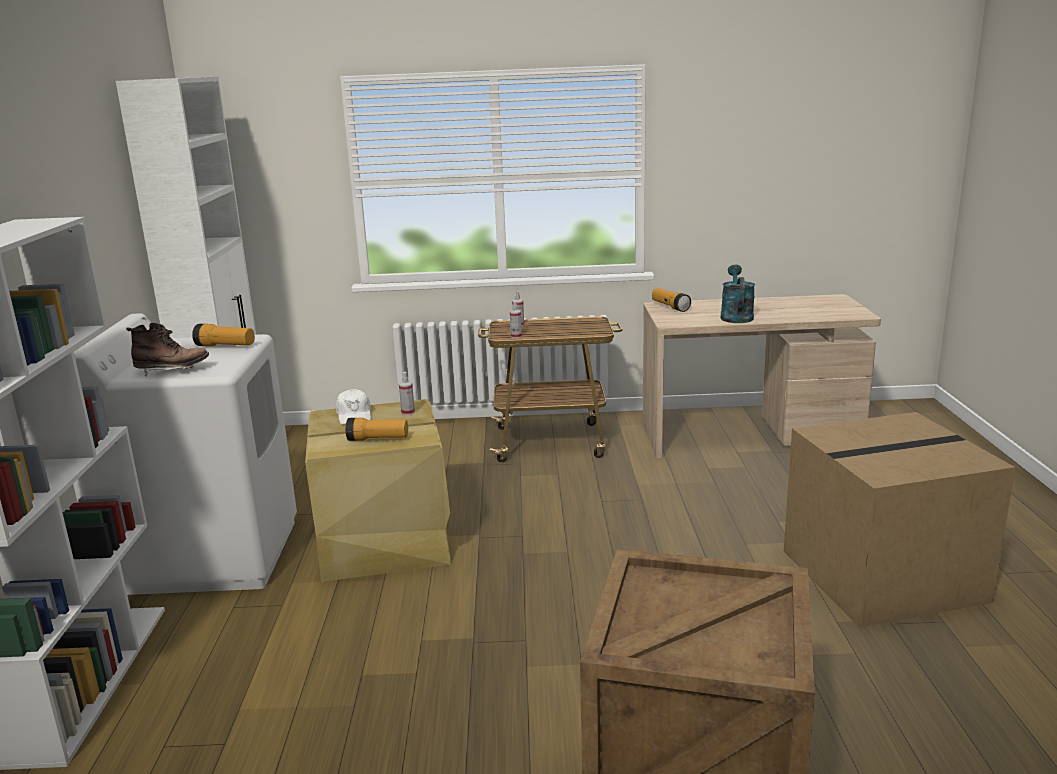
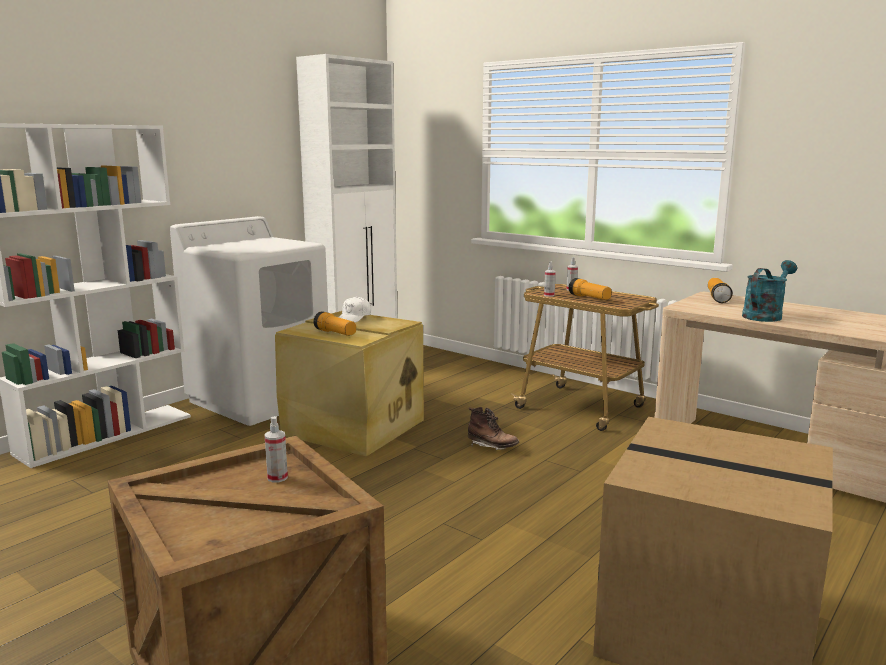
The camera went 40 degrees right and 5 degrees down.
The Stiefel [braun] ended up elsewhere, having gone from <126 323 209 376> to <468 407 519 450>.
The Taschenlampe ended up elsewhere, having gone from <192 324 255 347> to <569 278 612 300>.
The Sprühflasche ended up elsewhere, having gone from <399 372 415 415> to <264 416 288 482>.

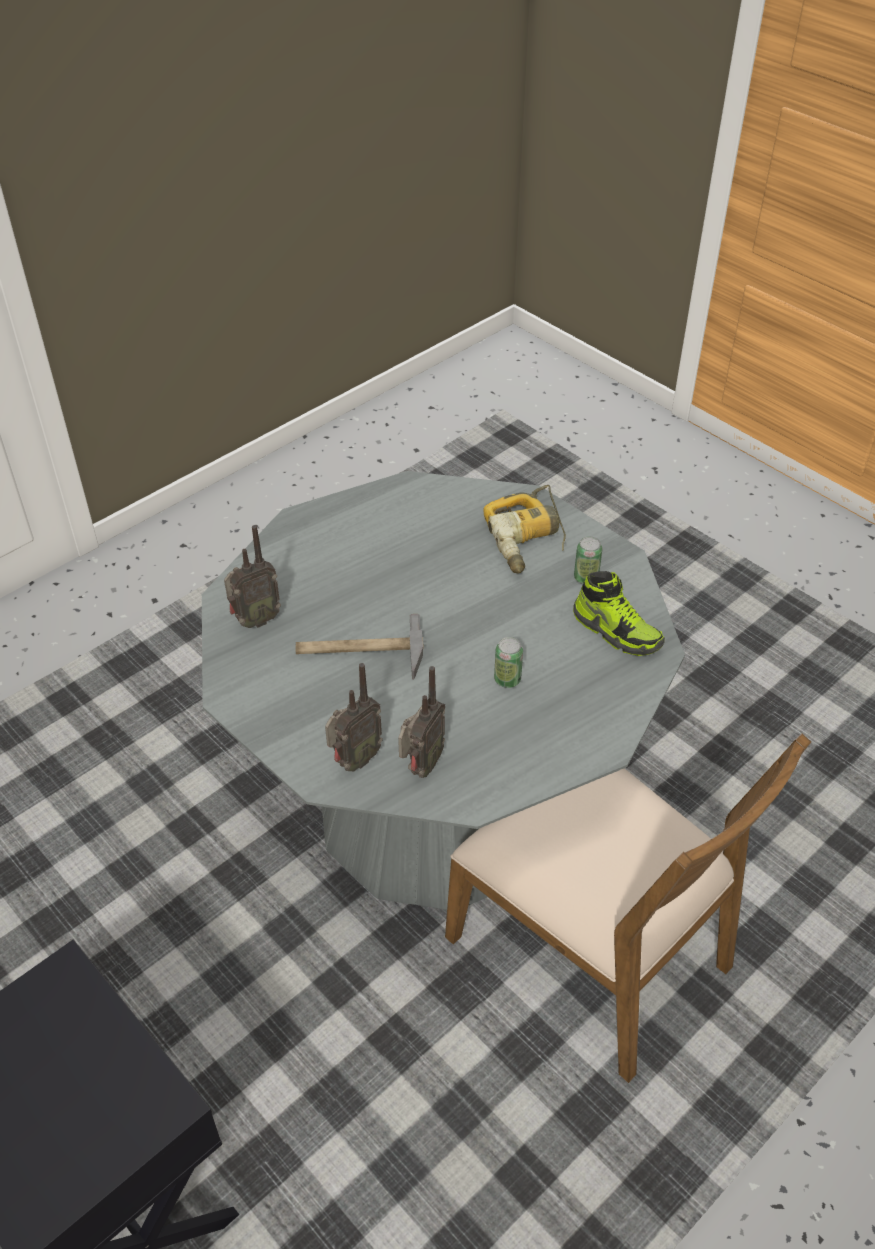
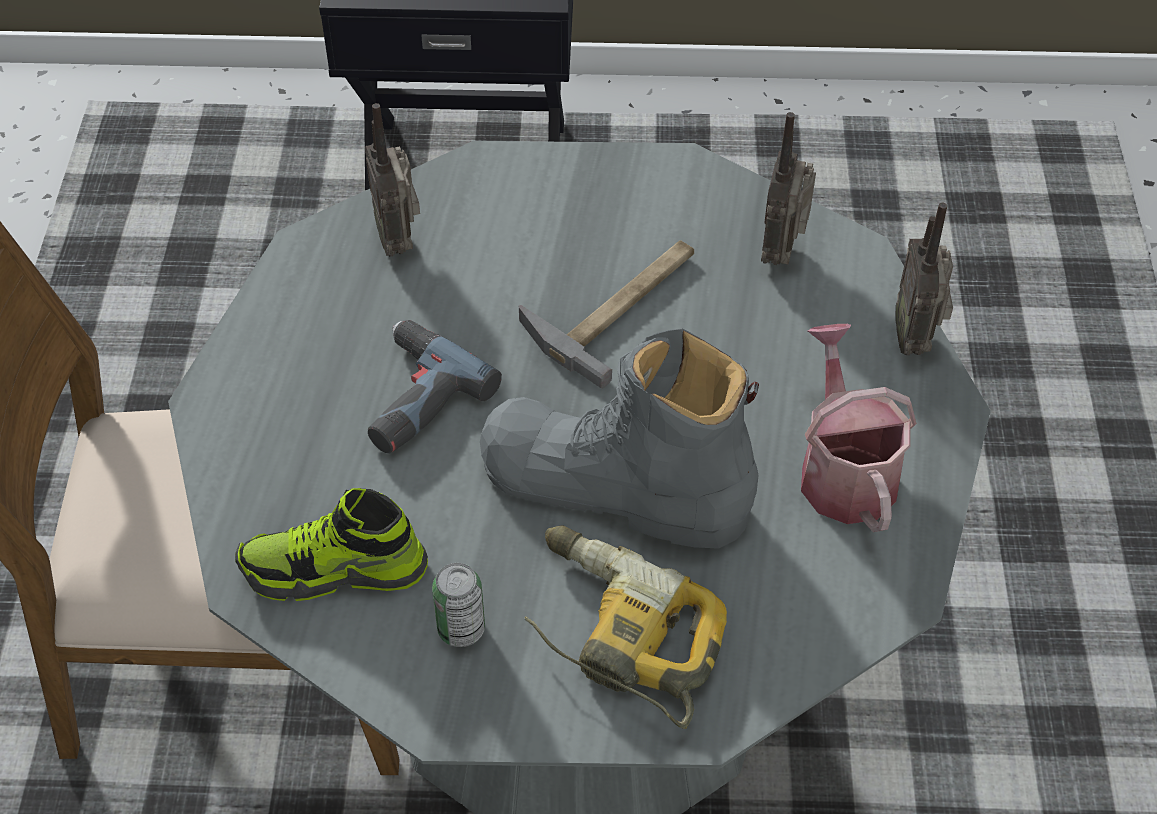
The camera went 135 degrees right and 5 degrees up.
The Radio ended up elsewhere, having gone from <325 663 383 771> to <895 203 953 355>.
Where the Dose stood at <494 637 523 688>, the Bohrmaschine came to stand at <368 320 502 453>.
The second view gained the Stiefel [grau] at <480 328 759 549>.
The second view gained the Gießkanne at <801 324 917 532>.

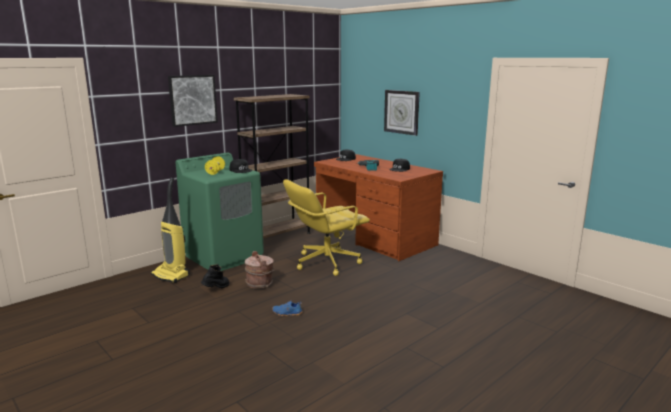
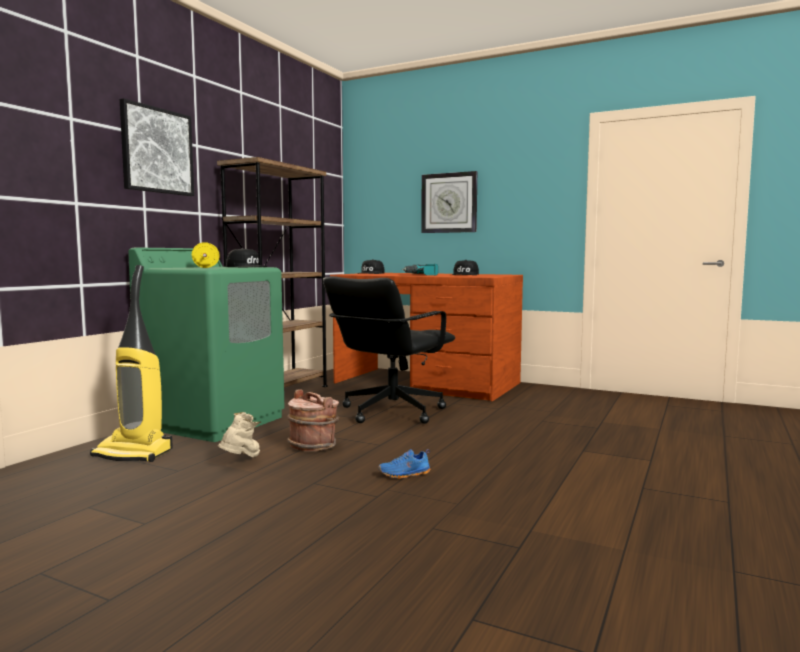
The camera went 20 degrees left and 10 degrees down.
What was the Stiefel [schwarz] at <201 264 229 288> turned into the Stiefel [beige] at <218 412 261 457>.
What was the Bürostuhl [gelb] at <283 179 370 276> turned into the Bürostuhl [schwarz] at <323 276 455 424>.

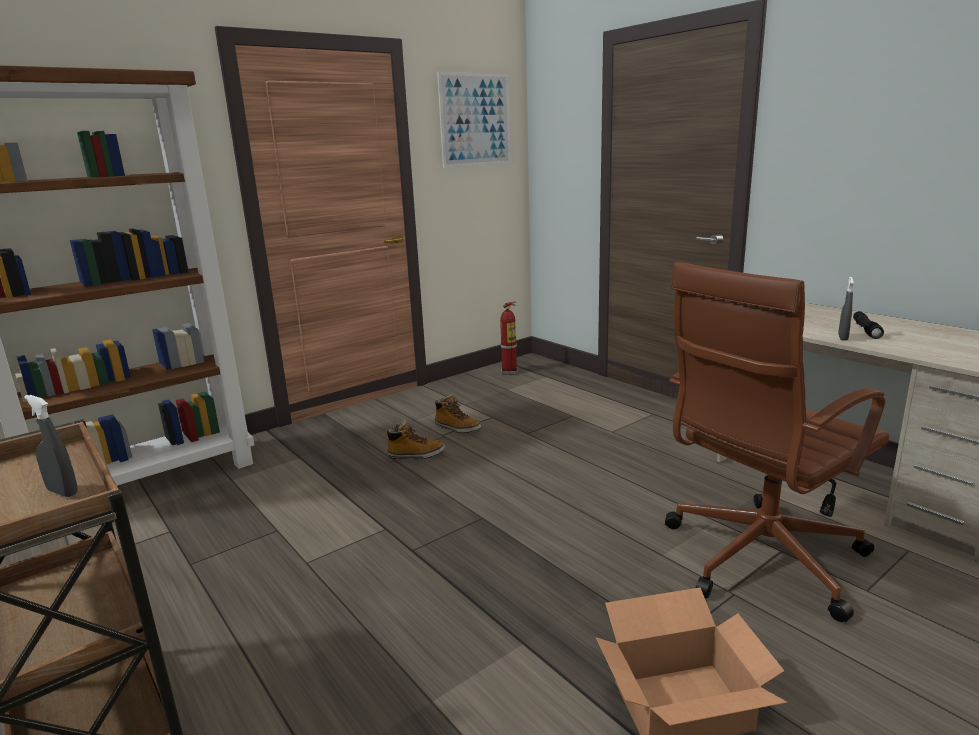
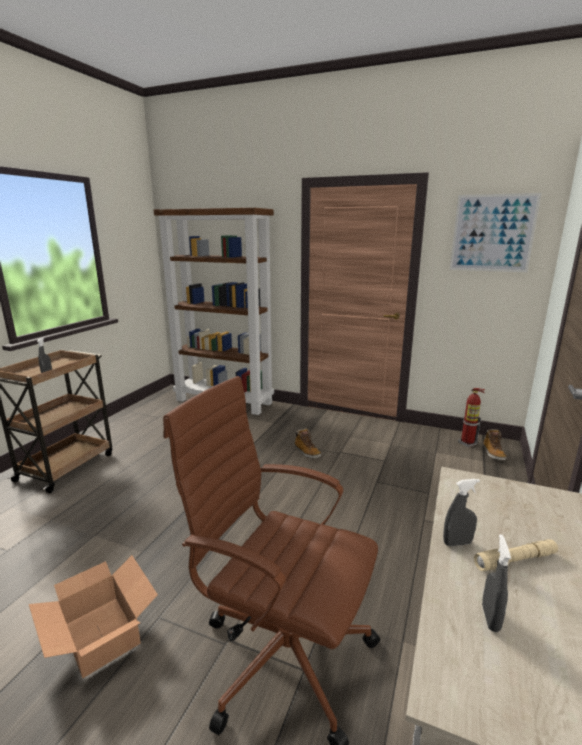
The camera went 60 degrees right and 0 degrees up.
The Stiefel ended up elsewhere, having gone from <434 395 481 433> to <483 429 507 461>.
What was the Taschenlampe [schwarz] at <853 311 884 339> turned into the Taschenlampe [beige] at <474 539 558 571>.
The second view gained the Sprühflasche [grau] at <482 534 511 632>.

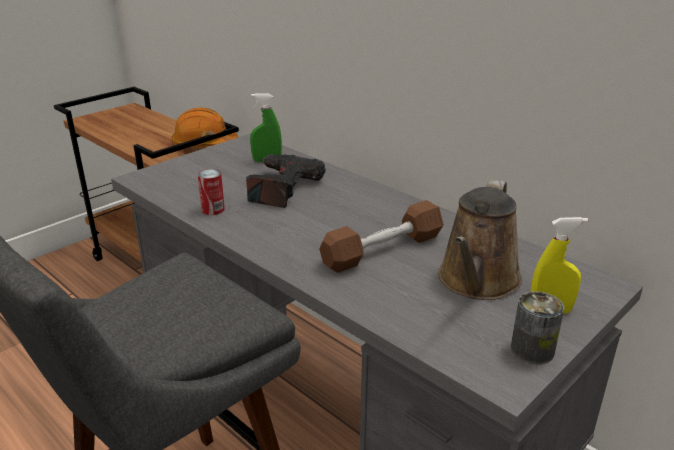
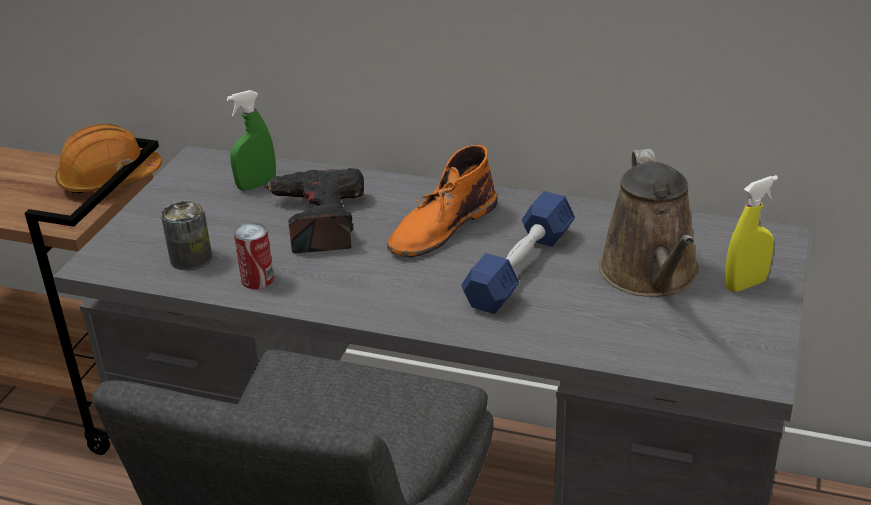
The camera went 25 degrees left and 5 degrees up.
What was the Hantel [braun] at <319 200 444 273> turned into the Hantel [blau] at <461 191 575 314>.
The Dose ended up elsewhere, having gone from <511 291 564 364> to <161 201 212 271>.
The second view gained the Stiefel [orange] at <387 145 497 257>.

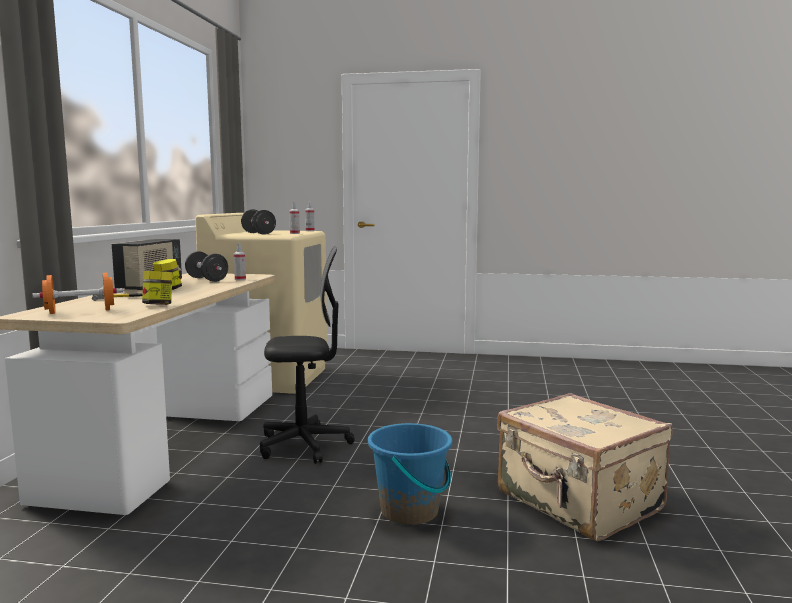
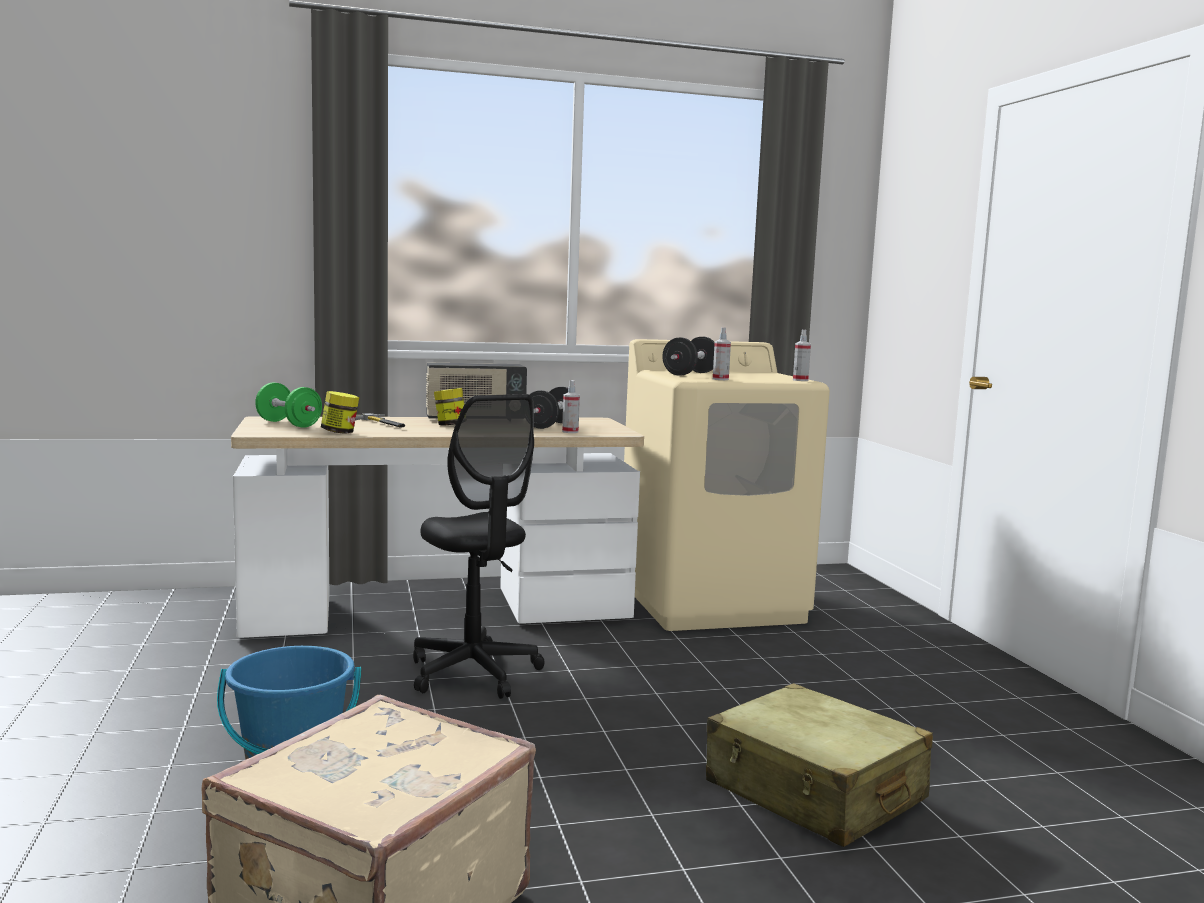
The camera went 65 degrees right and 0 degrees up.
What was the Hantel [orange] at <32 273 123 314> turned into the Hantel [grün] at <255 383 322 428>.
The second view gained the Koffer [beige] at <706 683 933 847>.

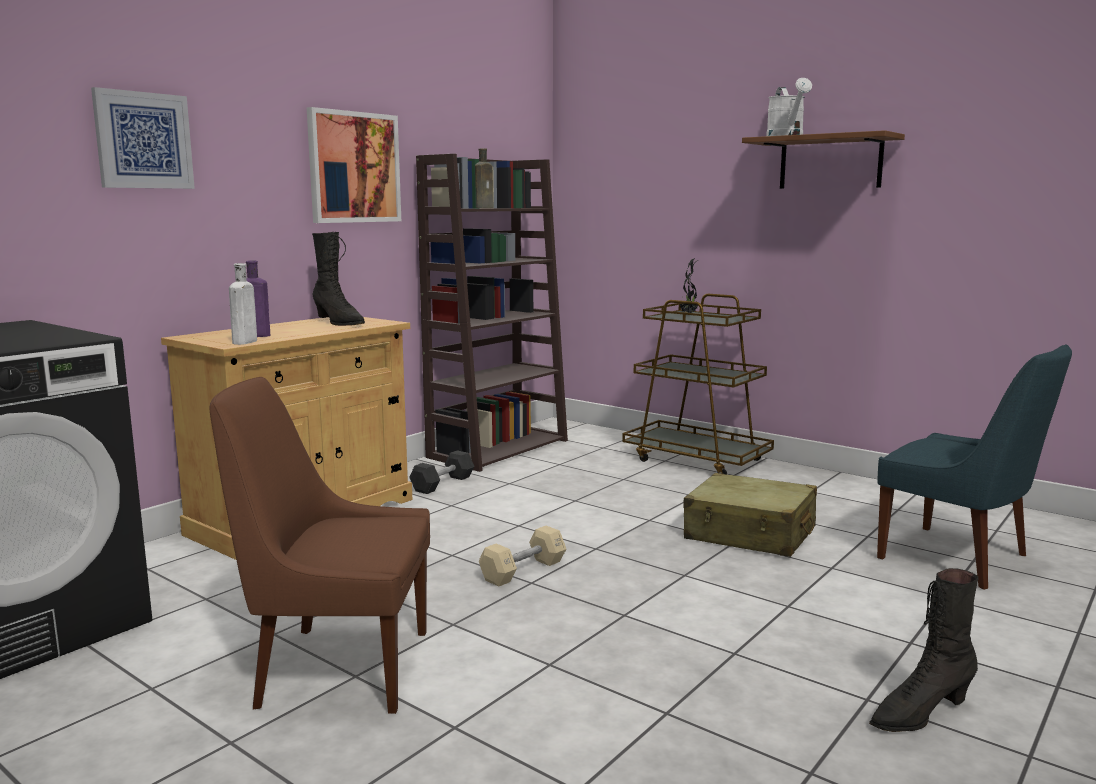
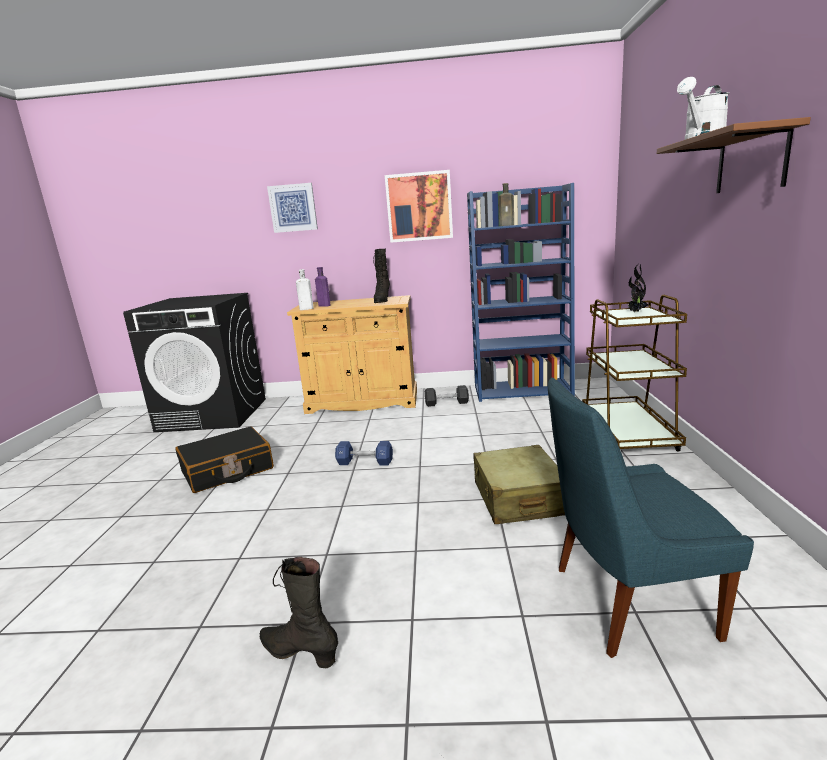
The camera went 55 degrees right and 5 degrees up.
Where the Stuhl [braun] stood at <210 377 430 714>, the Koffer [schwarz] came to stand at <175 427 274 493>.
What was the Bücherregal [braun] at <416 154 568 472> turned into the Bücherregal [blau] at <467 183 575 402>.
What was the Hantel [beige] at <479 526 566 587> turned into the Hantel [blau] at <335 441 393 465>.
The Stuhl [blau] at <877 344 1072 590> ended up facing another way, 75 degrees clockwise from before.

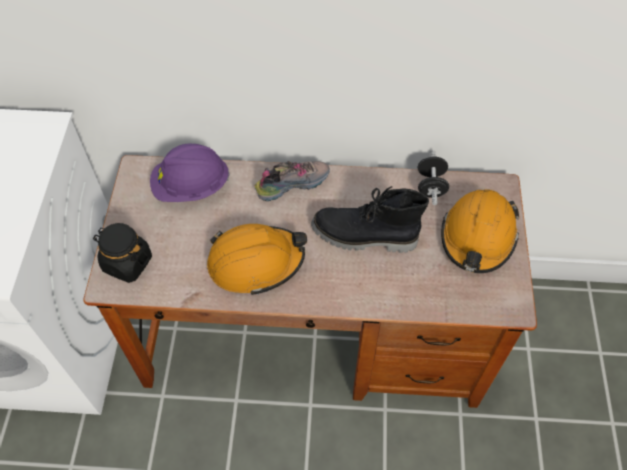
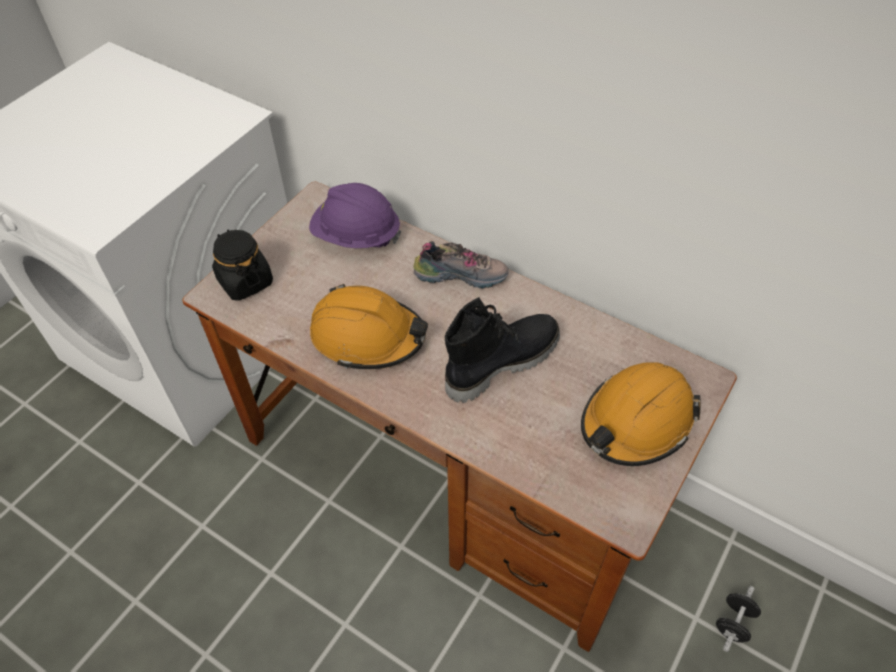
The camera went 30 degrees right and 5 degrees down.
The Stiefel [schwarz] at <311 186 429 253> ended up facing another way, 105 degrees clockwise from before.
The Hantel [schwarz] ended up elsewhere, having gone from <418 150 449 205> to <716 586 761 652>.

